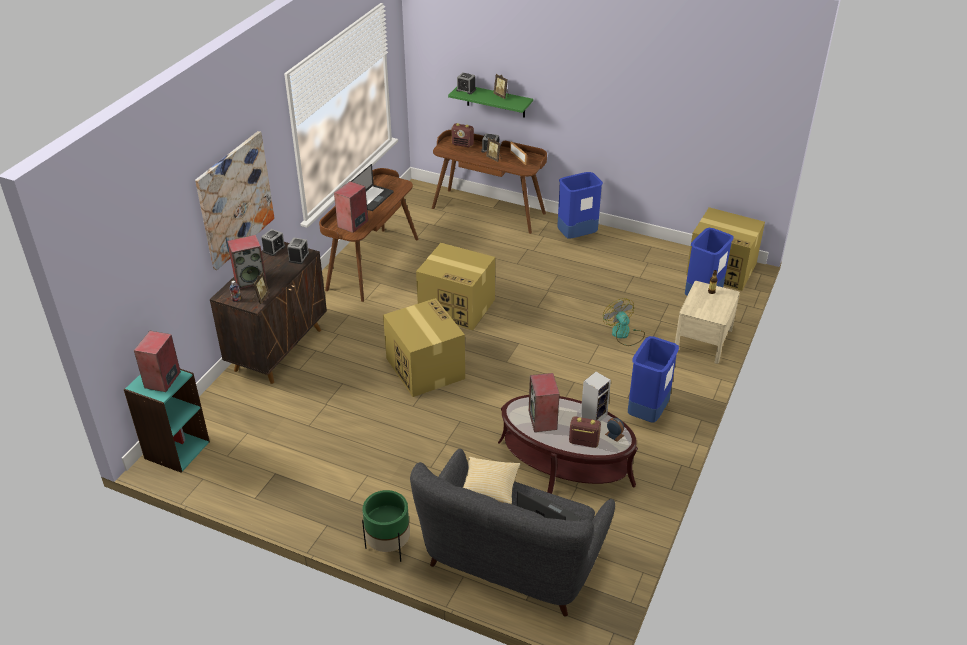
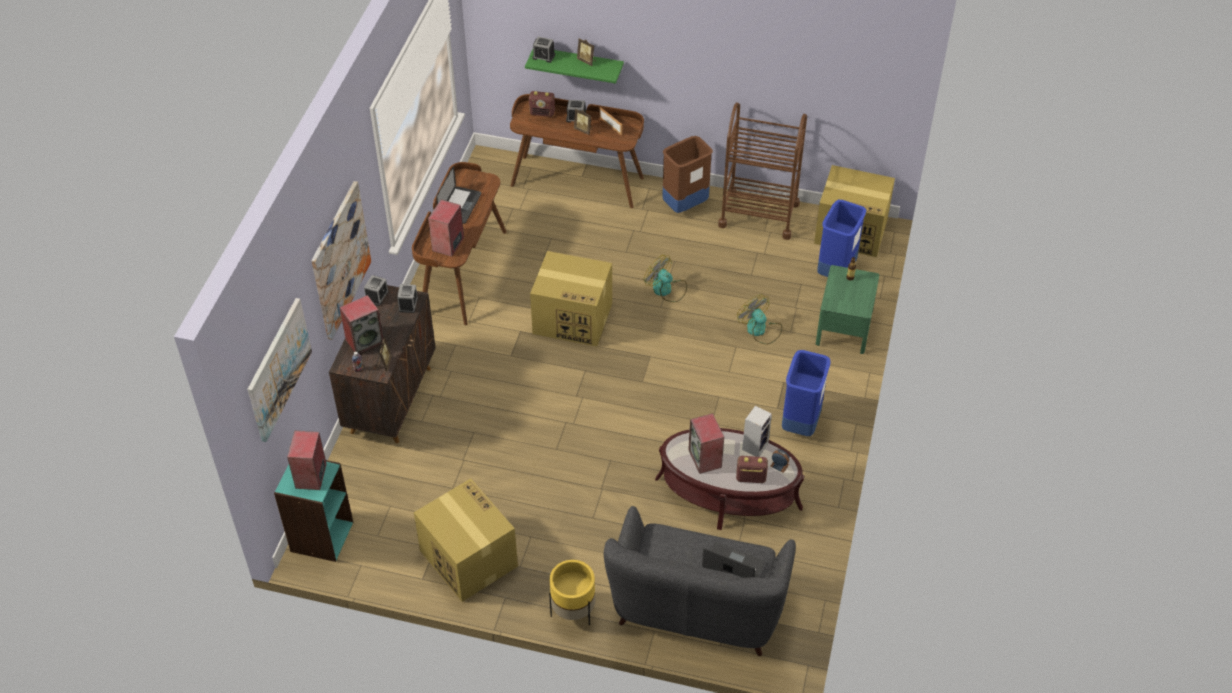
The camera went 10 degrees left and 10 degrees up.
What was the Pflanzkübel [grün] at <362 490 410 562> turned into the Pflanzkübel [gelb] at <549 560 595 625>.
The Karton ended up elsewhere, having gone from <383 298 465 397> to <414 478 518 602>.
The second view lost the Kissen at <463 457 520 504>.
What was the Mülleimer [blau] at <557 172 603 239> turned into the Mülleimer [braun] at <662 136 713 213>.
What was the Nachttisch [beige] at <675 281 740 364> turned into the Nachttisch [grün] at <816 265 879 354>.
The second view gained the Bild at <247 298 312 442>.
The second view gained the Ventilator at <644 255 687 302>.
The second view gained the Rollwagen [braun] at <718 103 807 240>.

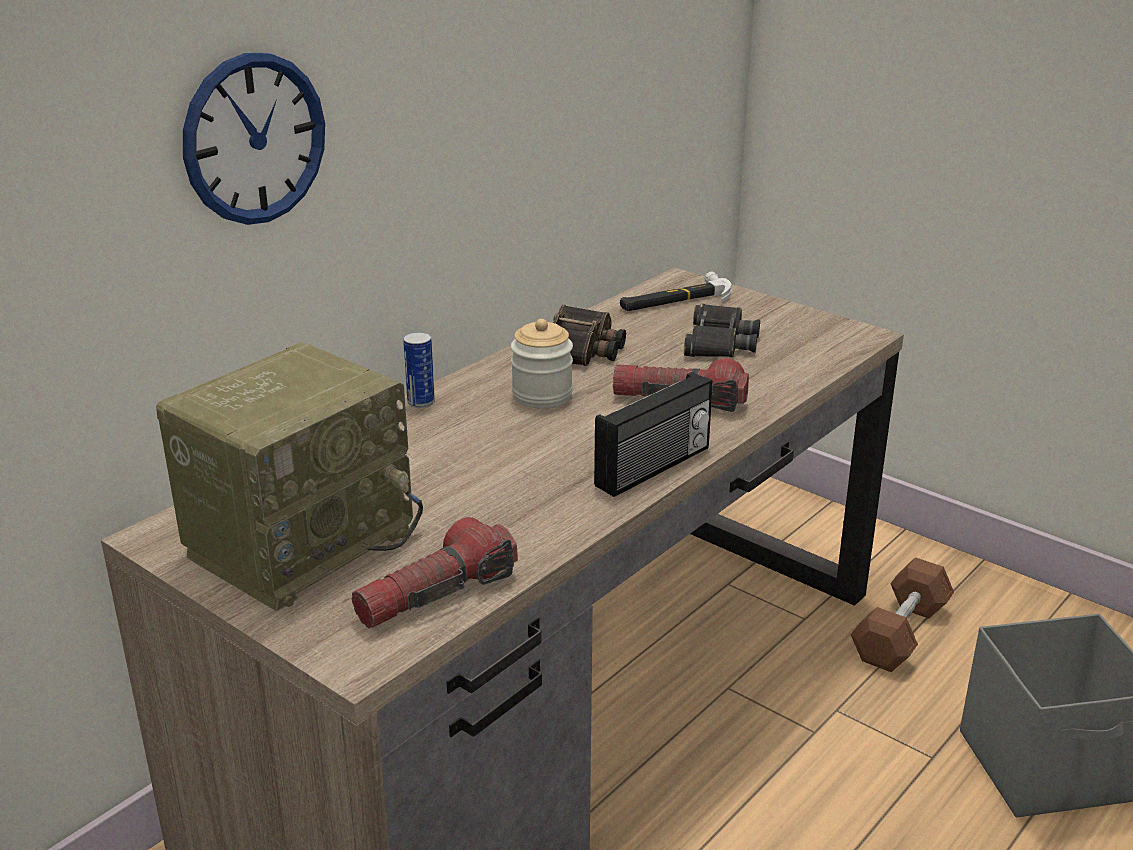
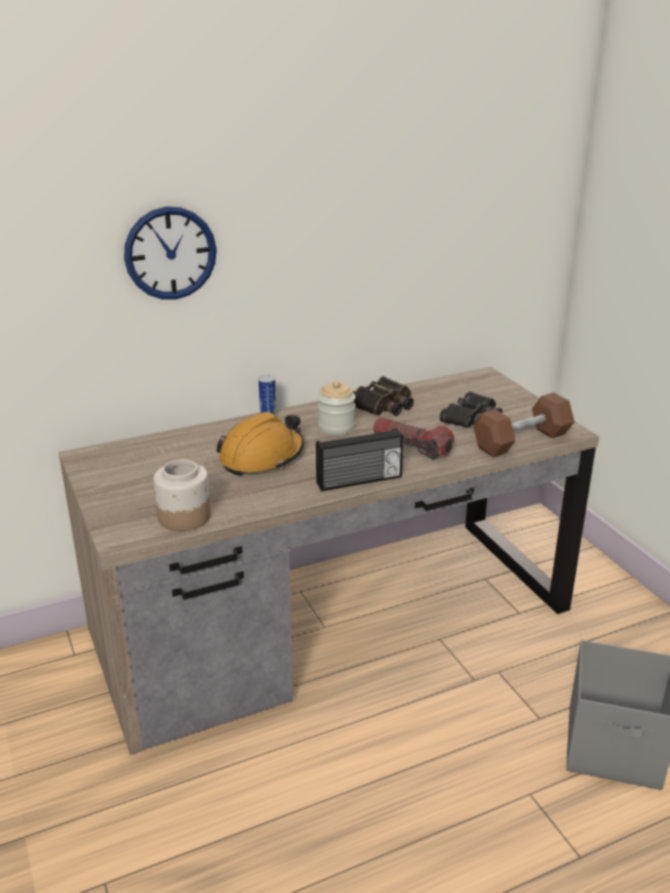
The camera went 25 degrees right and 0 degrees up.
The second view lost the Radio at <156 342 423 611>.
Where the Taschenlampe stood at <352 517 518 628>, the Vorratsglas came to stand at <154 460 211 531>.
The second view lost the Hammer at <620 271 731 311>.
The Hantel [braun] ended up elsewhere, having gone from <851 557 954 672> to <473 392 575 457>.
The second view gained the Schutzhelm [orange] at <216 412 304 476>.

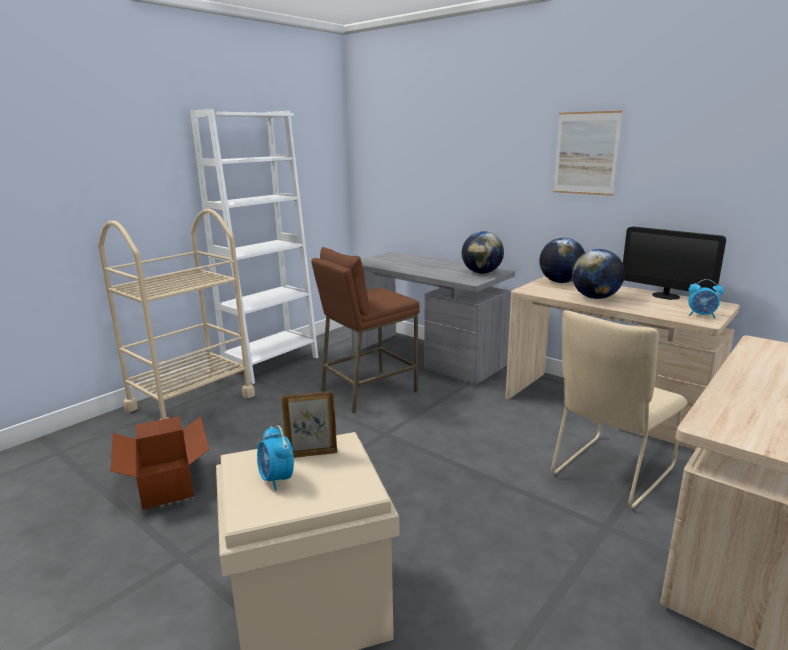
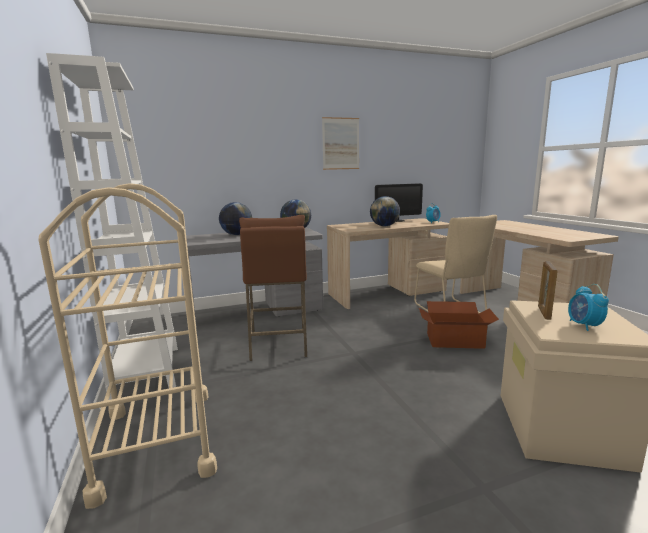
The camera went 60 degrees left and 5 degrees down.
The Karton ended up elsewhere, having gone from <110 416 209 509> to <418 301 499 349>.
The Wecker at <257 425 294 491> ended up facing another way, 90 degrees clockwise from before.
The Globus ended up elsewhere, having gone from <539 238 585 283> to <219 202 252 235>.

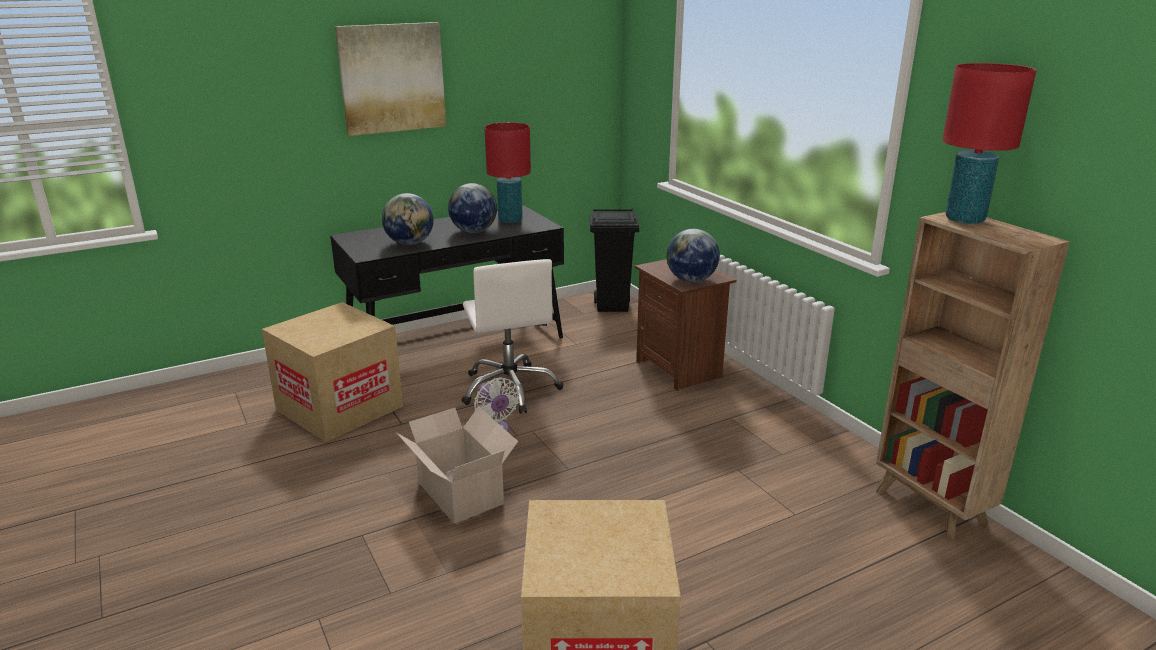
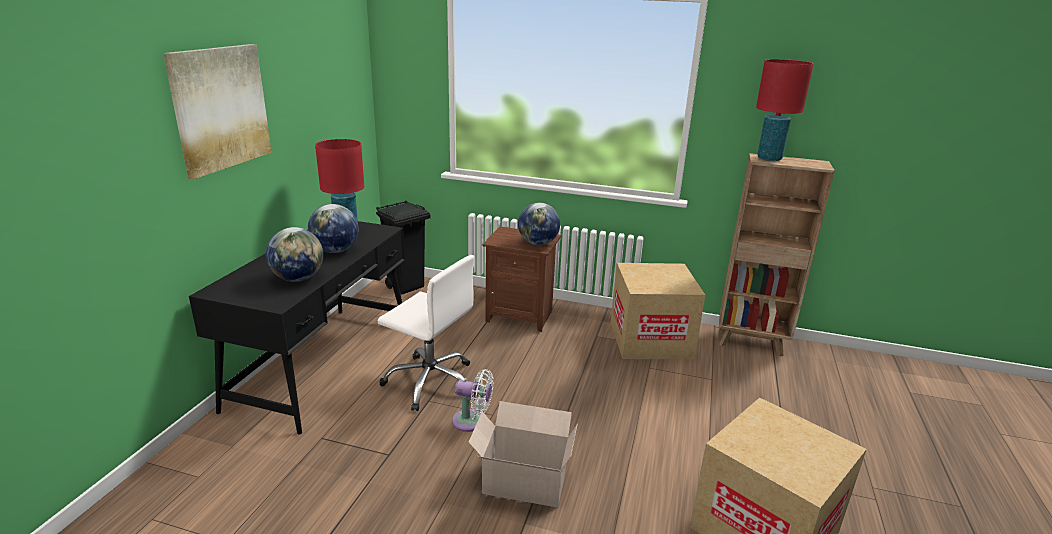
The camera went 45 degrees left and 0 degrees up.
The Karton ended up elsewhere, having gone from <262 302 403 442> to <611 263 705 360>.

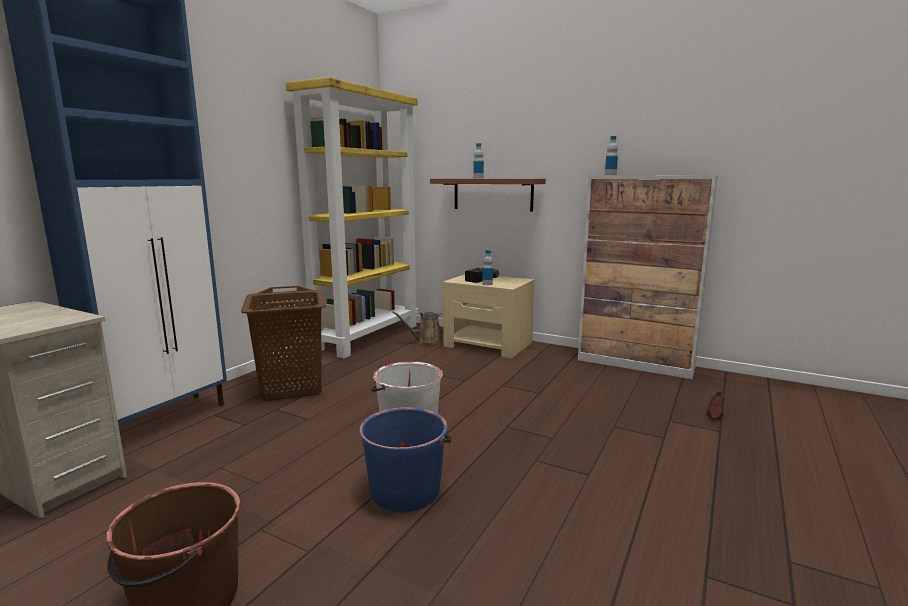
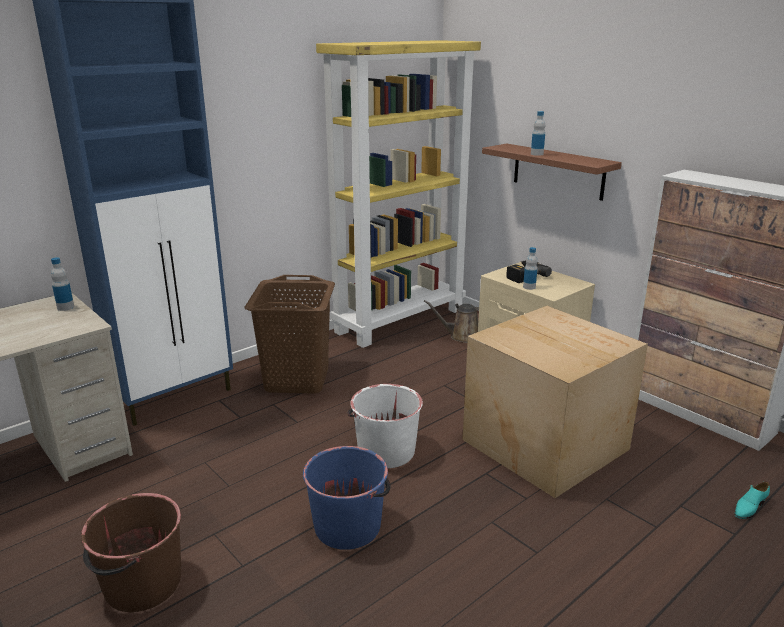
The camera went 20 degrees right and 10 degrees up.
The Flasche ended up elsewhere, having gone from <605 136 618 175> to <51 257 74 311>.
What was the Schuh [braun] at <707 391 724 420> turned into the Schuh [türkis] at <735 482 770 519>.
The second view gained the Karton at <463 306 648 498>.

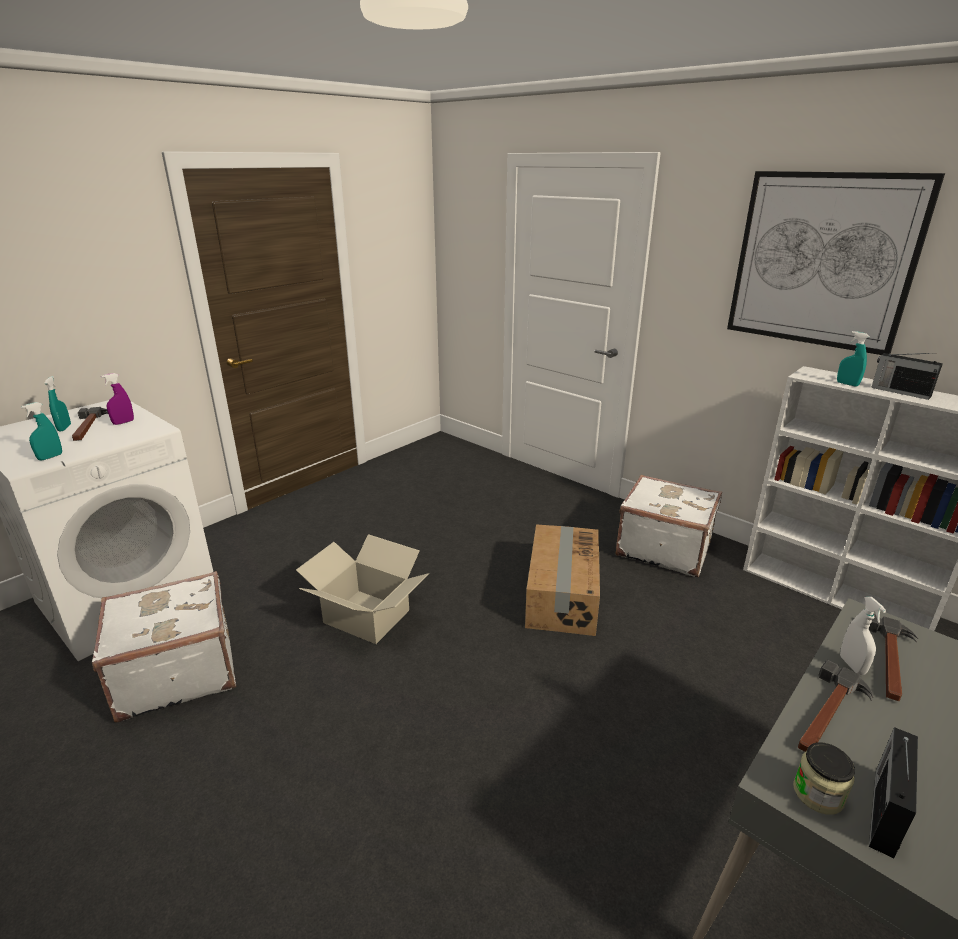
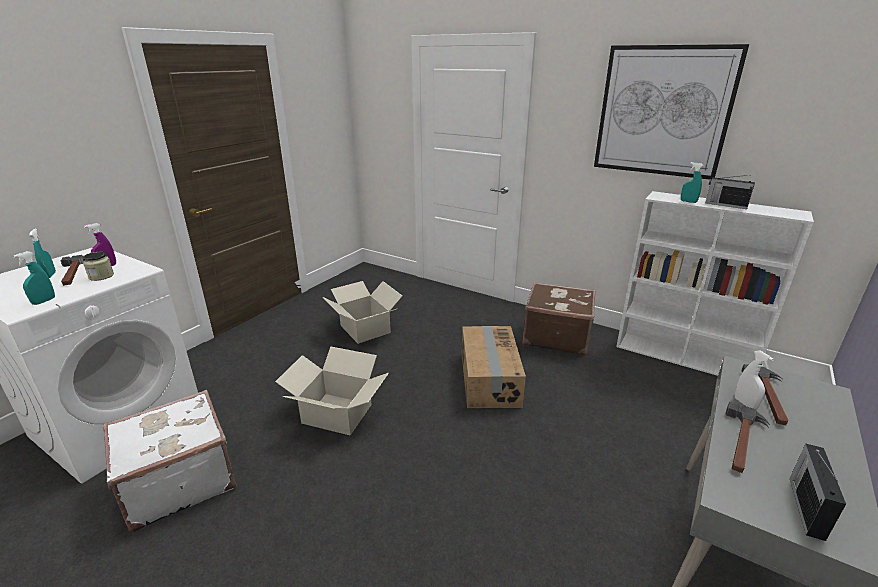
The camera went 10 degrees left and 0 degrees up.
What was the Koffer [weiß] at <616 475 722 577> turned into the Koffer [braun] at <522 282 596 355>.
The Vorratsglas ended up elsewhere, having gone from <793 742 855 815> to <83 252 114 281>.
The second view gained the Karton at <323 281 402 344>.

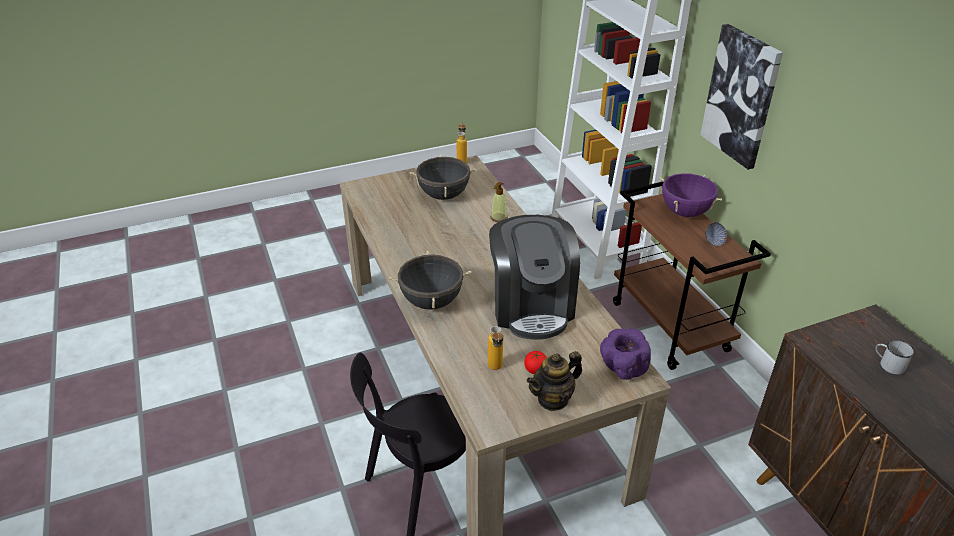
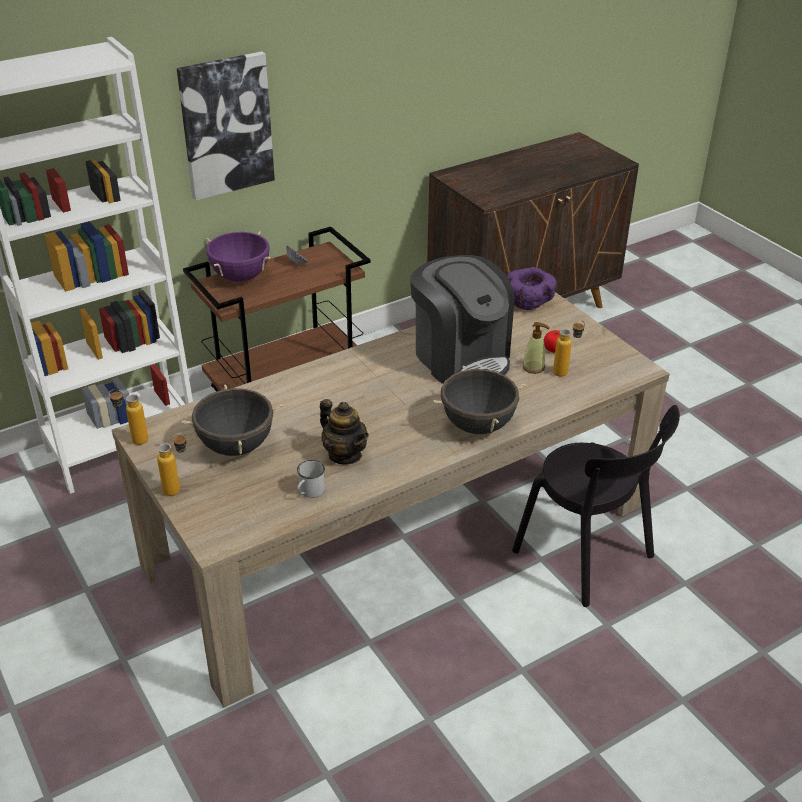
The camera went 100 degrees left and 0 degrees up.
The Kaffeemaschine at <489 215 580 340> ended up facing another way, 75 degrees clockwise from before.
The Seifenspender ended up elsewhere, having gone from <490 182 508 222> to <523 322 550 374>.
The Teekanne ended up elsewhere, having gone from <527 351 582 411> to <320 399 369 465>.
The Henkelbecher [weiß] ended up elsewhere, having gone from <875 340 915 375> to <297 460 325 498>.
The second view gained the Flasche at <157 433 187 496>.

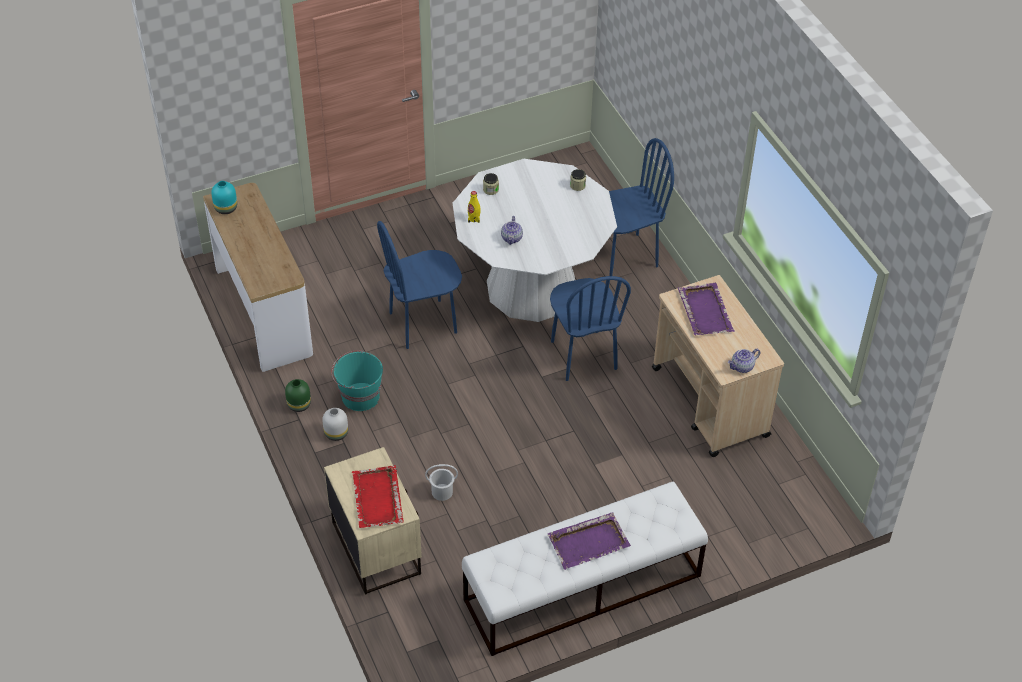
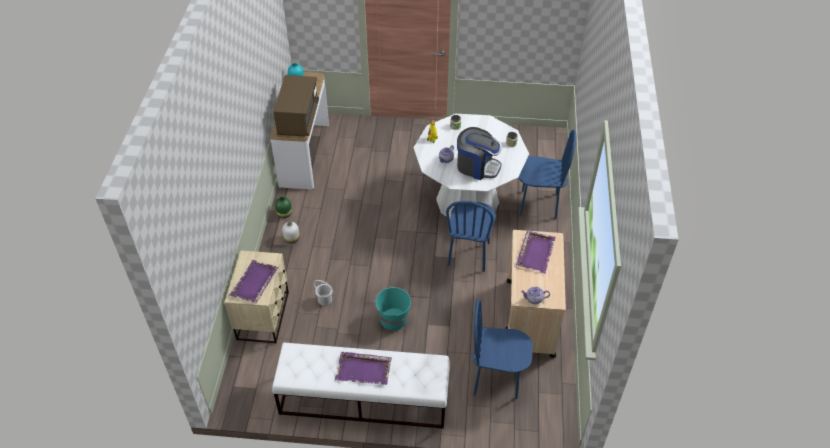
The camera went 30 degrees right and 0 degrees up.
The Eimer [türkis] ended up elsewhere, having gone from <331 350 383 411> to <374 286 411 330>.
What was the Tablett [rot] at <352 466 404 528> turned into the Tablett [lila] at <229 260 278 304>.
The Stuhl [blau] ended up elsewhere, having gone from <377 221 462 349> to <473 299 533 399>.
The second view gained the Mikrowelle [braun] at <273 75 319 136>.
The second view gained the Kaffeemaschine at <457 127 502 180>.

